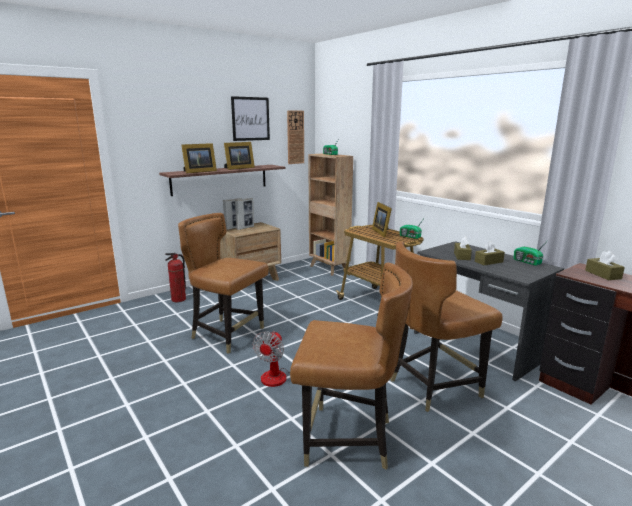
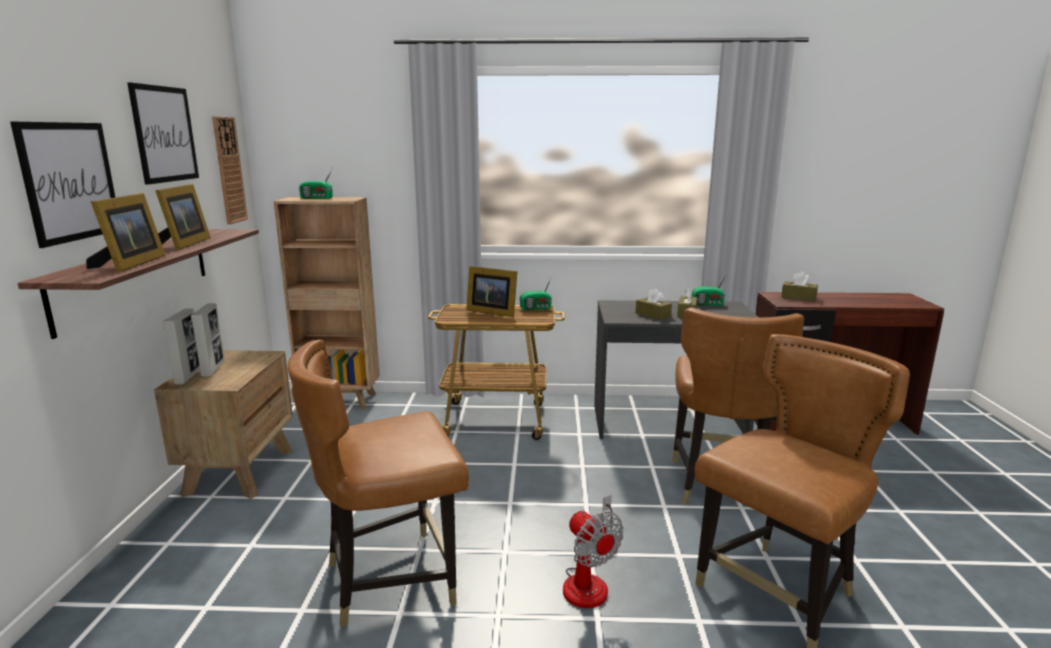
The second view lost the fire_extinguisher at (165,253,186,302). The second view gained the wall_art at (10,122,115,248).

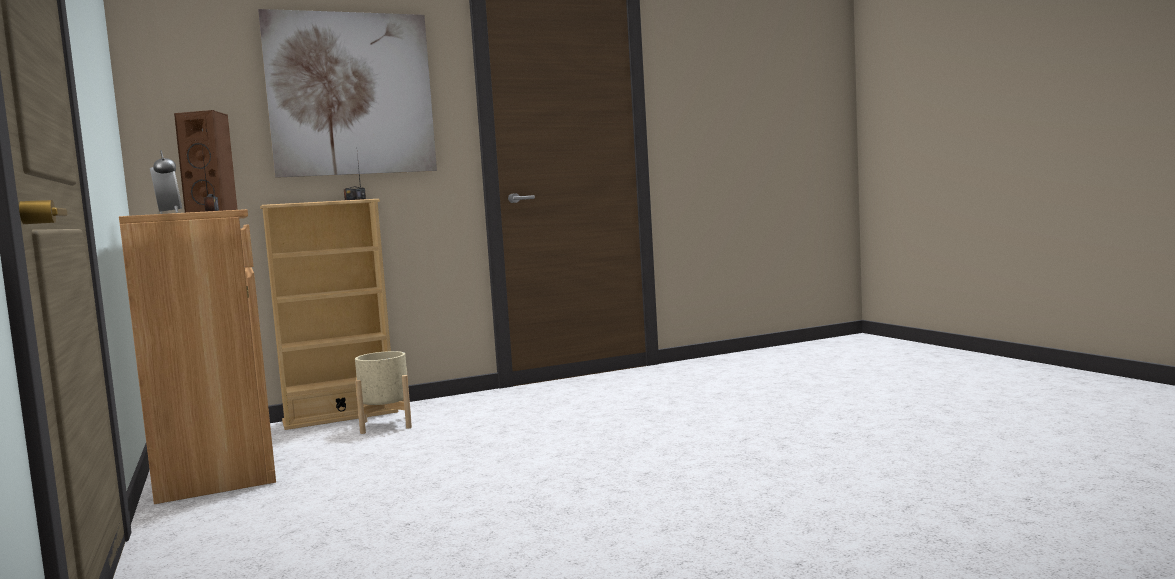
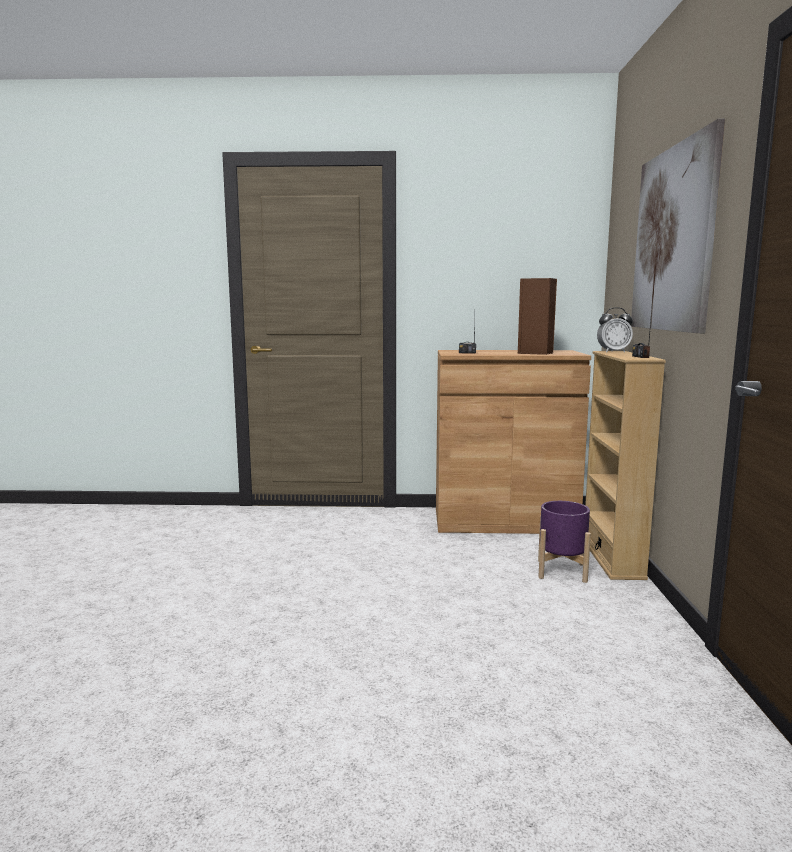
The table_clock ended up elsewhere, having gone from (150,150,182,214) to (597,307,633,352). What was the beige-coloured_flower_pot at (355,351,412,434) turned into the purple-coloured_flower_pot at (538,501,591,583).

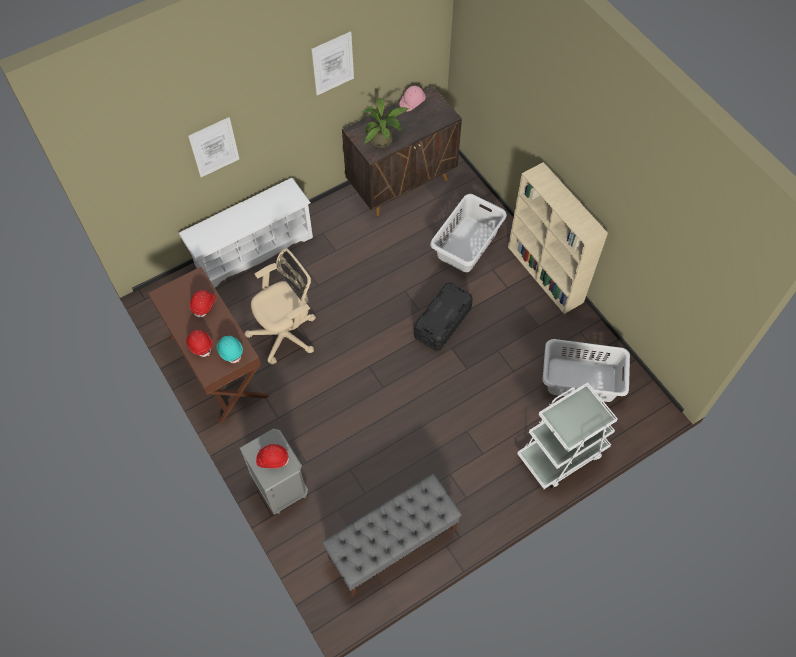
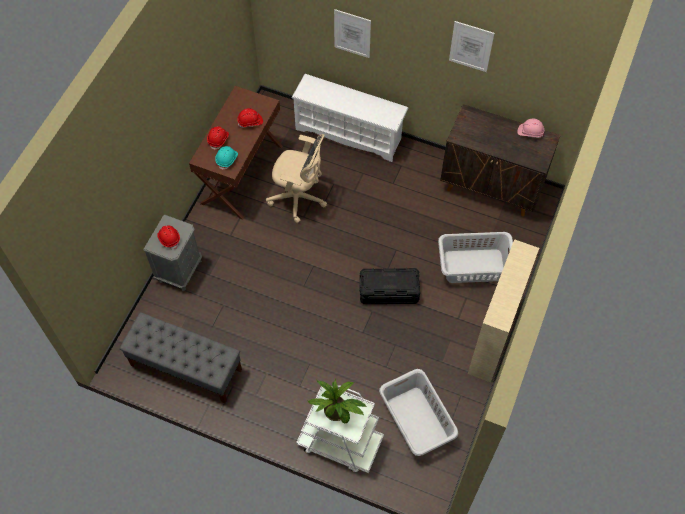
The plant_in_a_pot ended up elsewhere, having gone from (363,98,409,148) to (308,379,366,423).

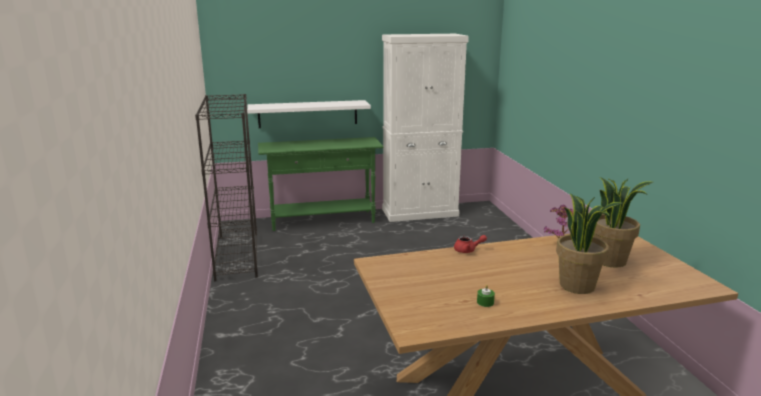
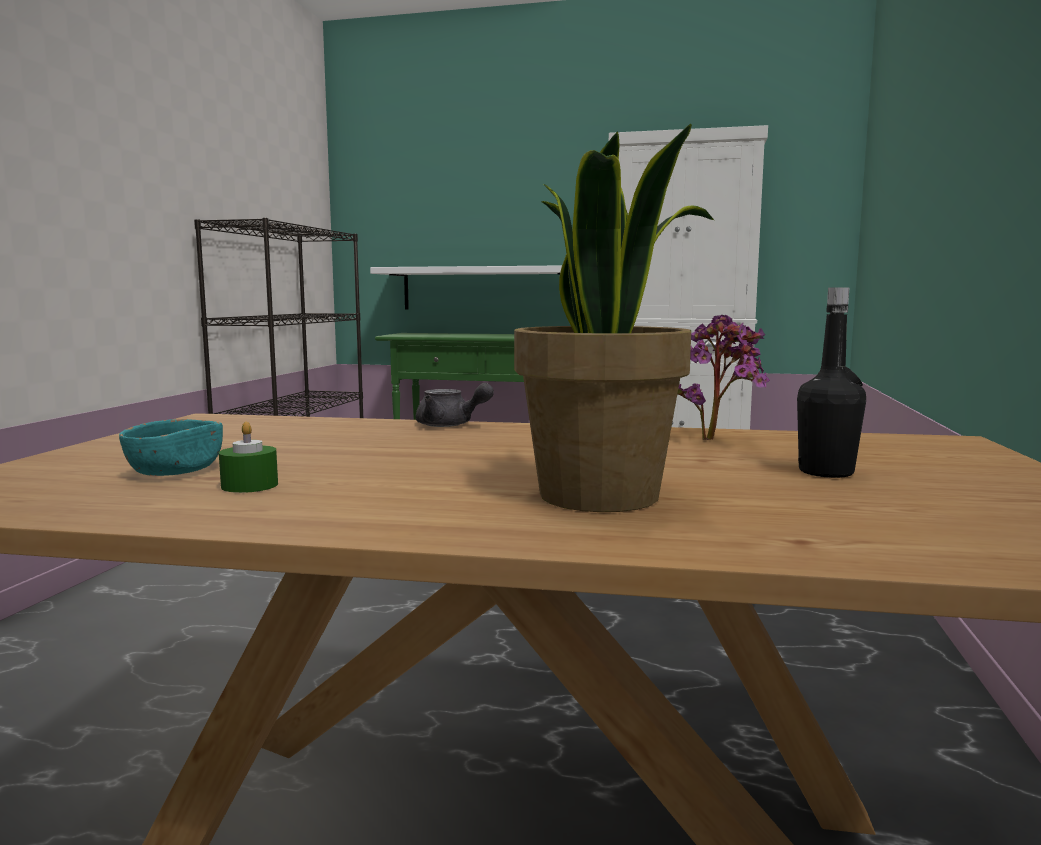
Where the plant_in_a_pot stood at (593,177,653,268), the black-coloured_beverage_bottle came to stand at (797,287,866,478). What was the reddish_pot_for_tea at (454,235,487,253) turned into the greyish_pot_for_tea at (416,383,494,427). The second view gained the turquoise_deep_dish at (119,419,223,476).

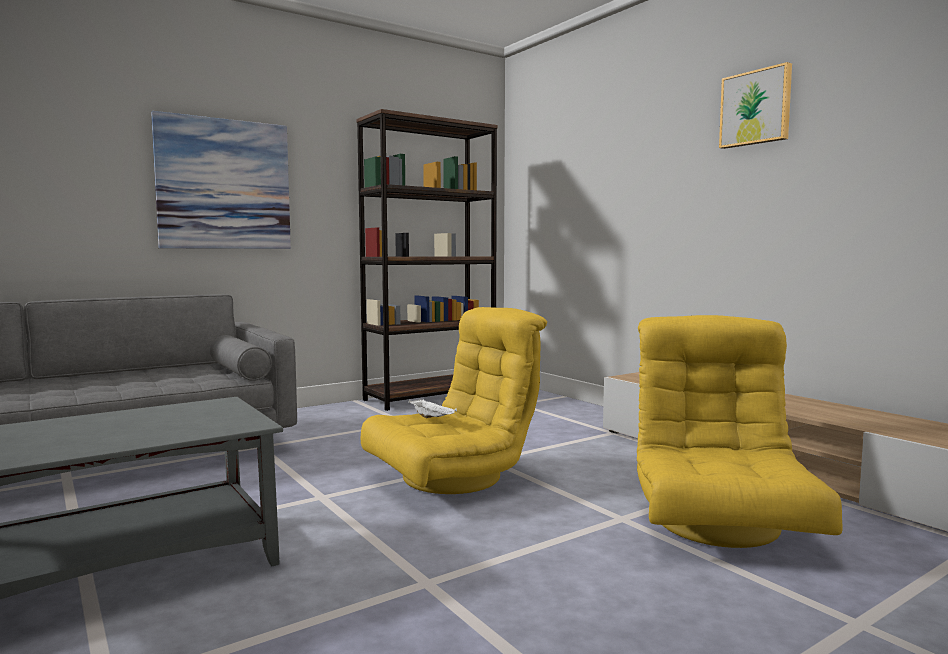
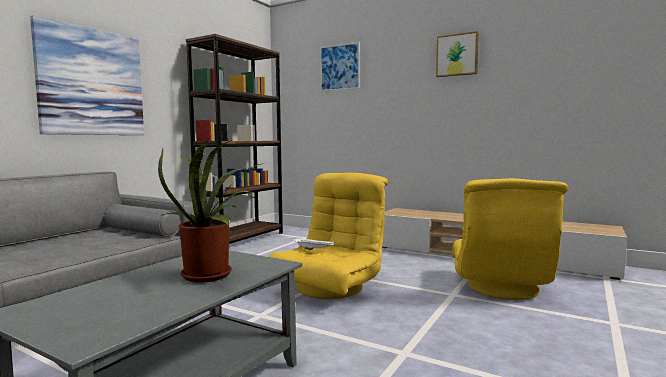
The yellow_lounge_chair at (637,315,843,548) ended up facing another way, 150 degrees counterclockwise from before. The second view gained the wall_art at (320,42,360,92). The second view gained the plant_in_a_pot at (158,140,264,283).

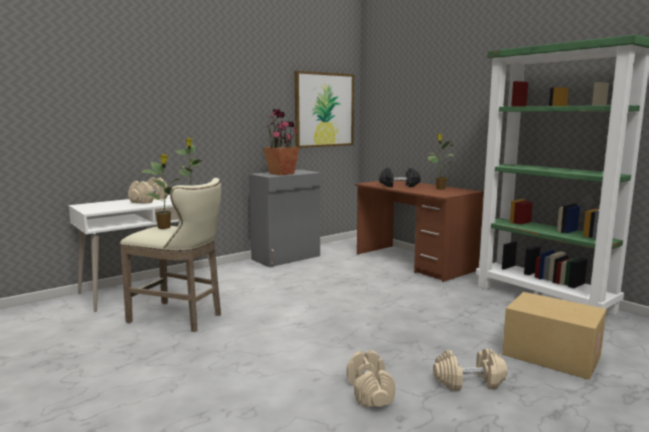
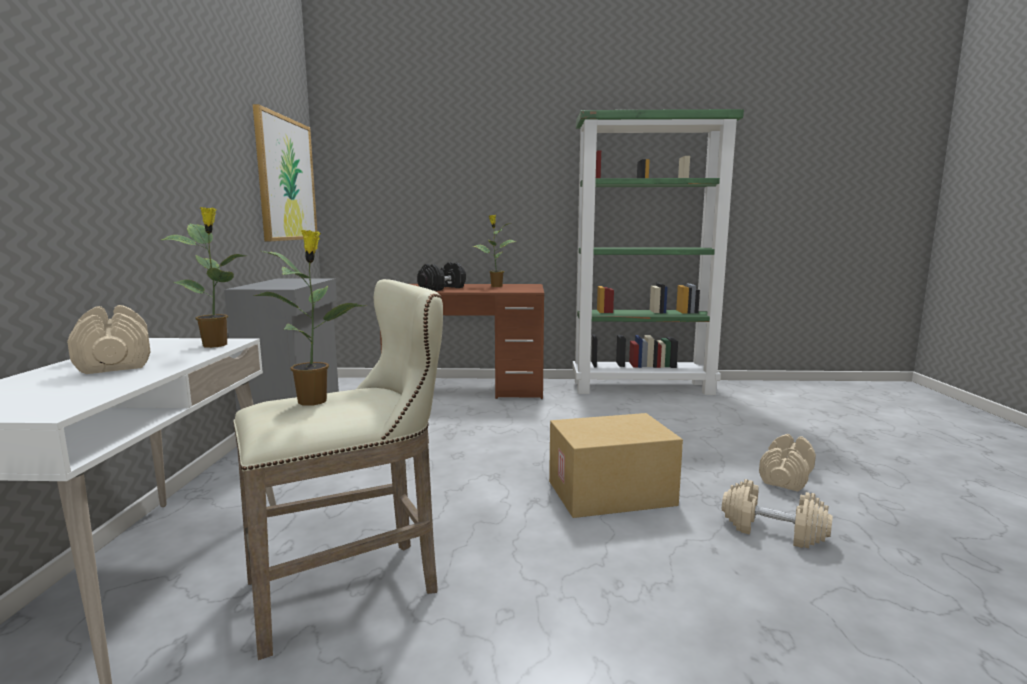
The second view lost the plant_in_a_pot at (263,109,300,175). The cardboard_box ended up elsewhere, having gone from (502,292,606,380) to (549,413,683,518).

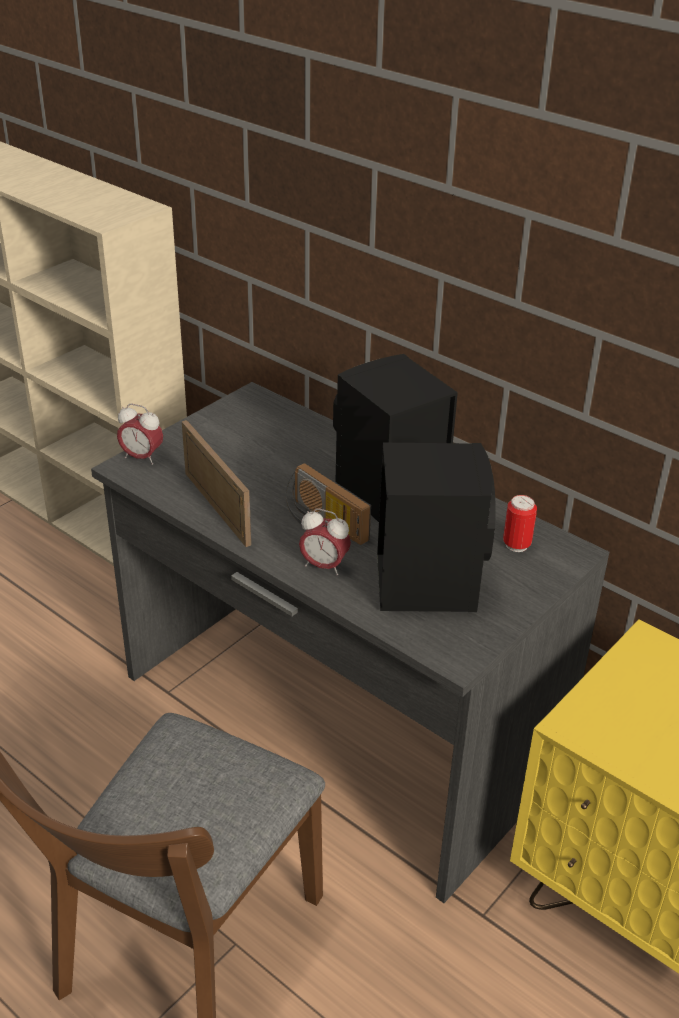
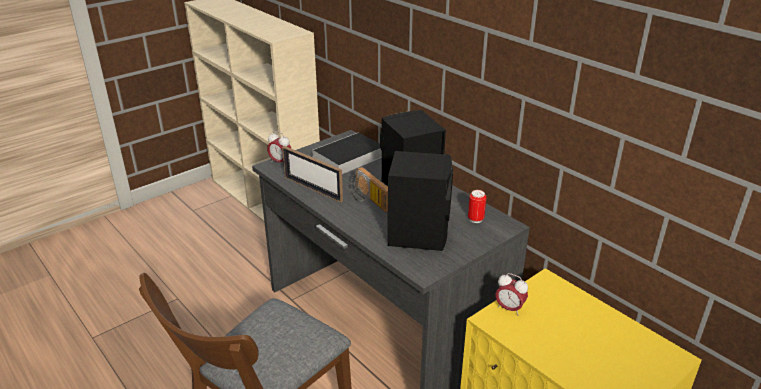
The standing_frame at (182,420,251,547) ended up facing another way, 150 degrees clockwise from before. The table_clock ended up elsewhere, having gone from (299,508,351,575) to (495,273,528,316). The second view gained the book at (312,132,382,174).

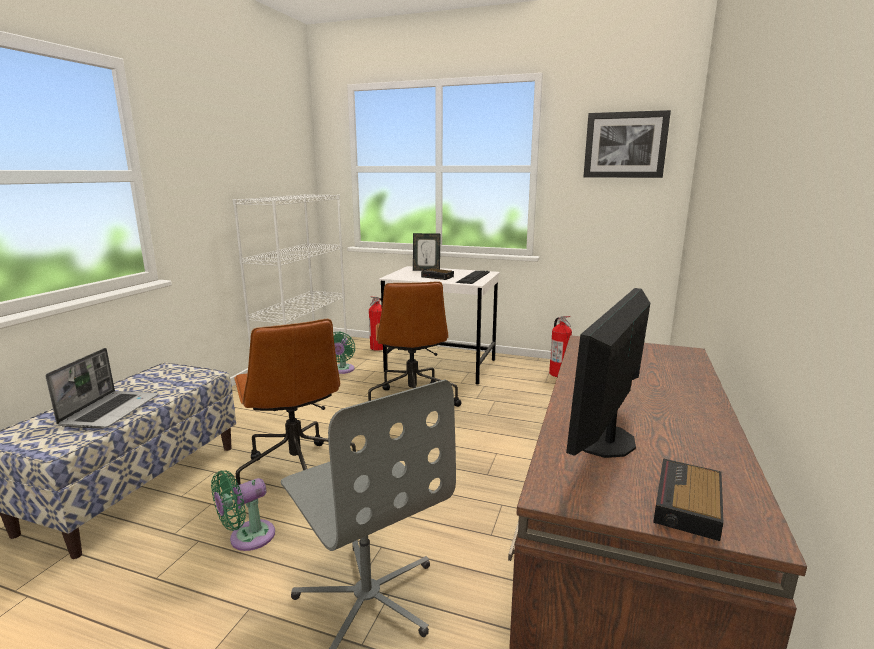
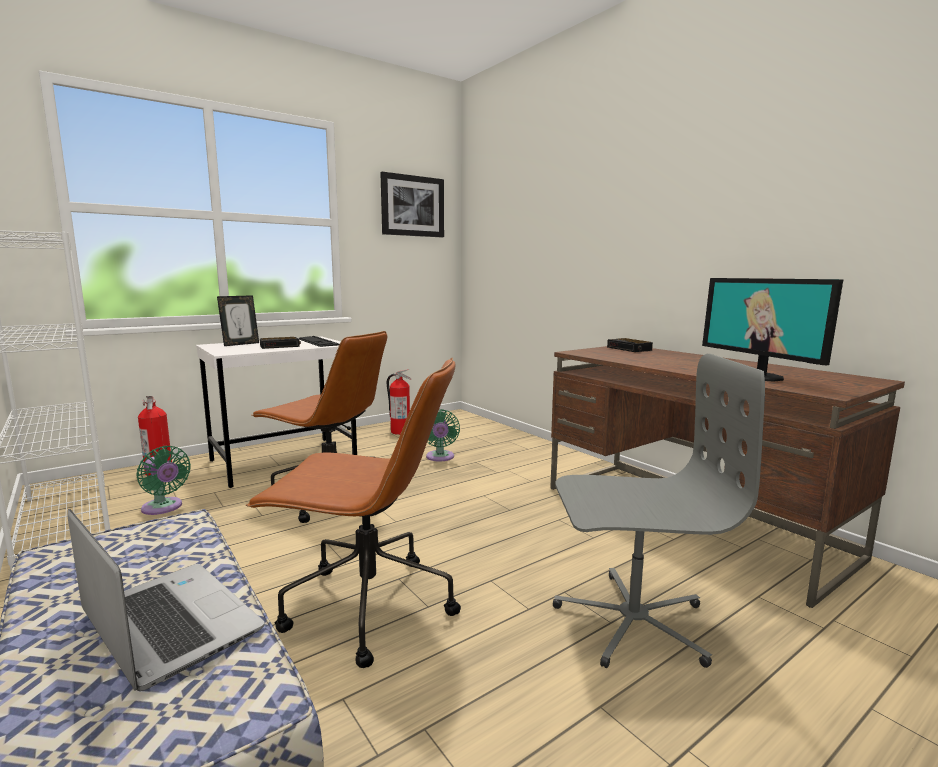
The table_clock ended up elsewhere, having gone from (653,458,724,541) to (607,338,653,352). The green-coloured_cooling_fan ended up elsewhere, having gone from (211,471,275,551) to (426,409,460,461).

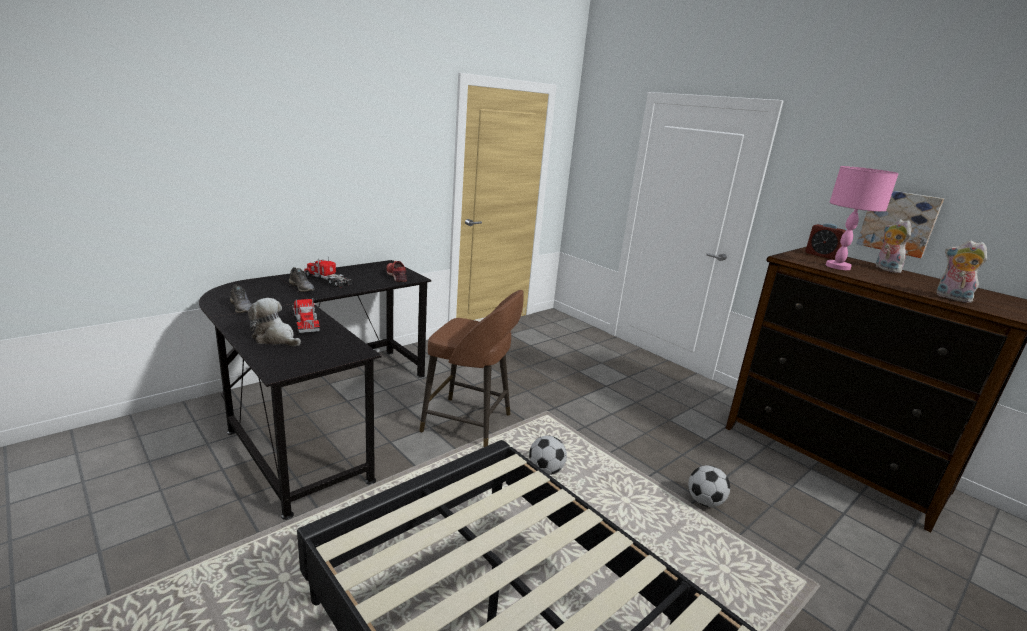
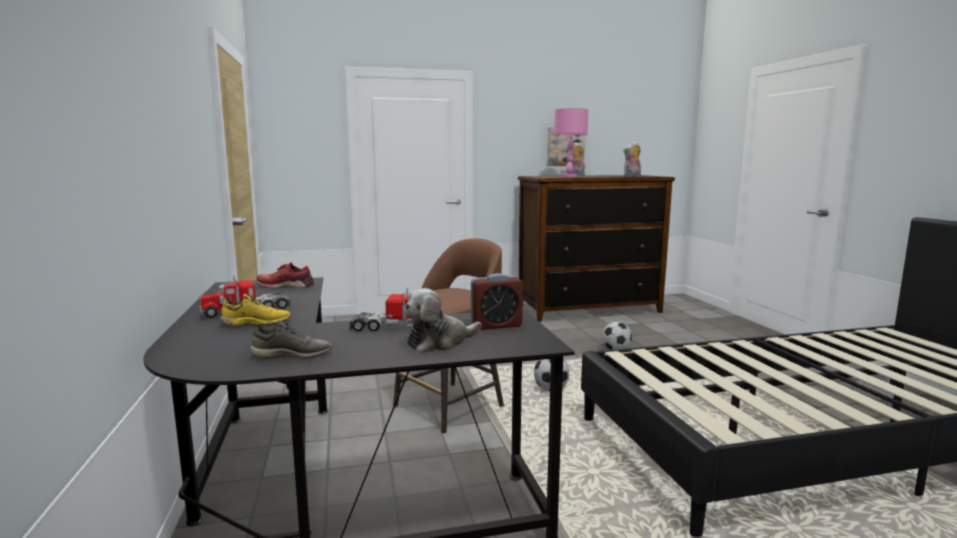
The table_clock ended up elsewhere, having gone from (805,223,846,260) to (471,273,523,330). What was the greyish_item_of_footwear at (289,267,315,292) turned into the yellow_item_of_footwear at (220,294,291,326).

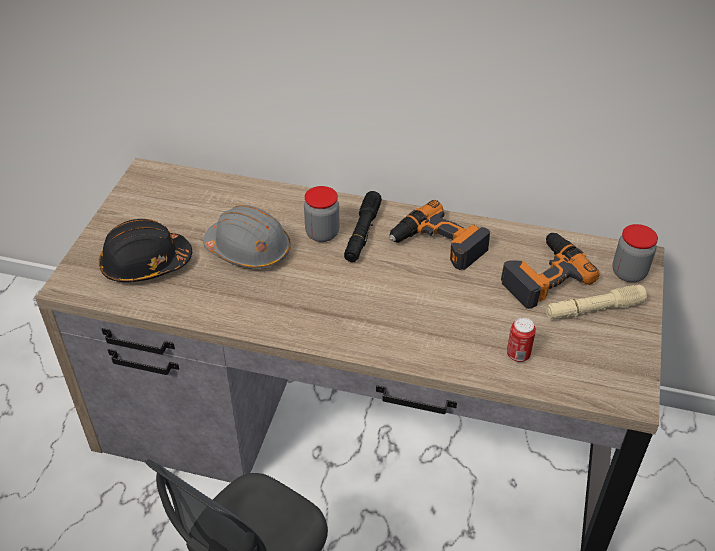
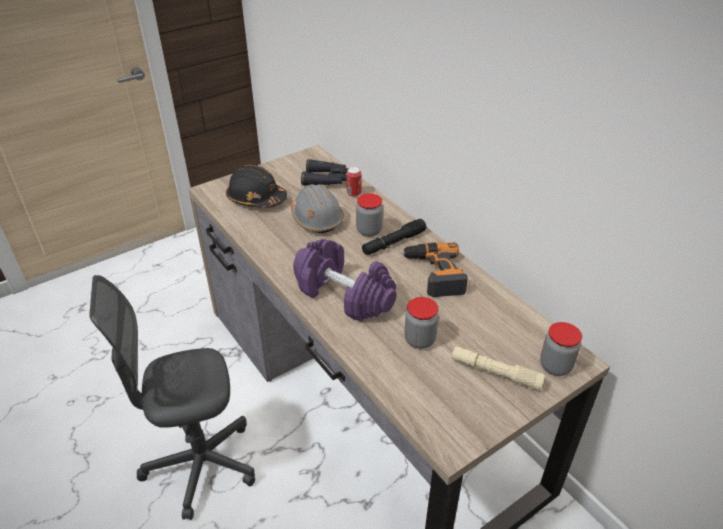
The second view lost the power_drill at (501,233,600,309). The sealed_can ended up elsewhere, having gone from (507,318,536,362) to (346,167,361,197). The second view gained the black-coloured_field_glasses at (301,159,348,186). The second view gained the purple-coloured_hand_weight at (293,239,397,322). The second view gained the jar at (405,297,439,349).

